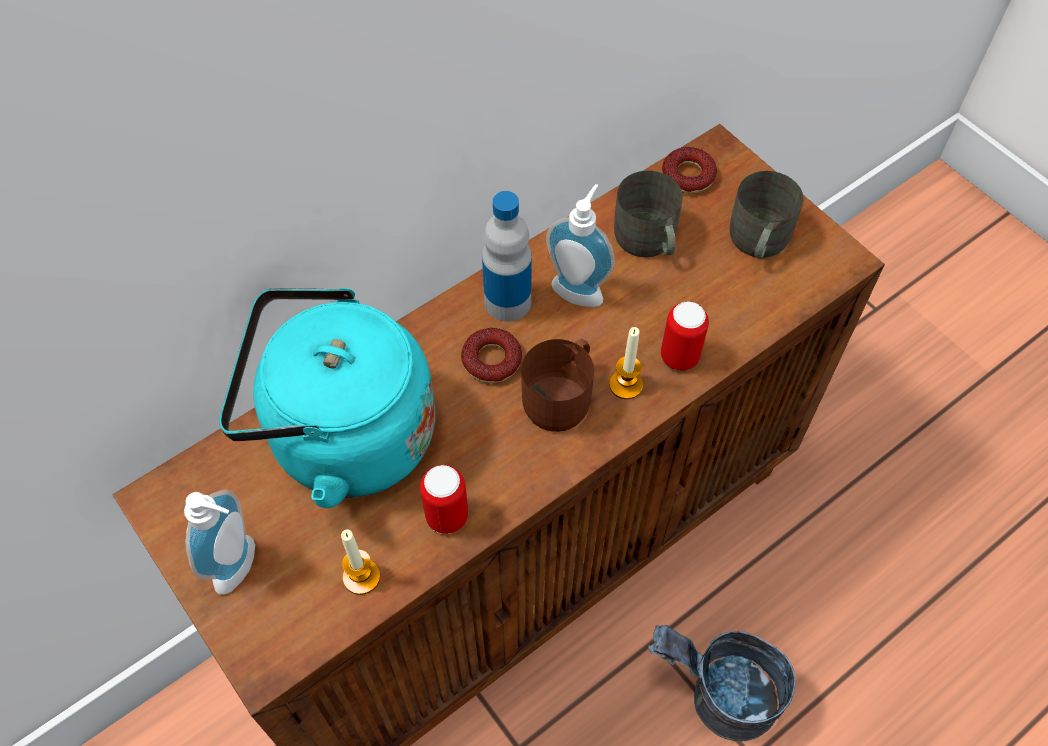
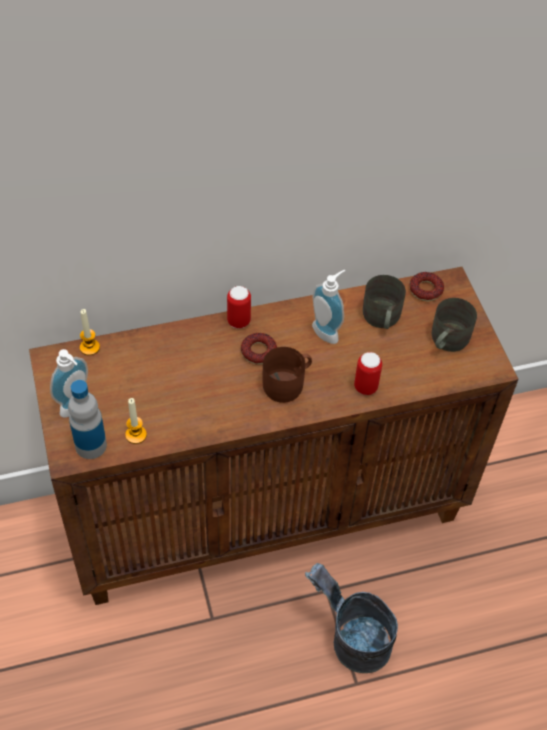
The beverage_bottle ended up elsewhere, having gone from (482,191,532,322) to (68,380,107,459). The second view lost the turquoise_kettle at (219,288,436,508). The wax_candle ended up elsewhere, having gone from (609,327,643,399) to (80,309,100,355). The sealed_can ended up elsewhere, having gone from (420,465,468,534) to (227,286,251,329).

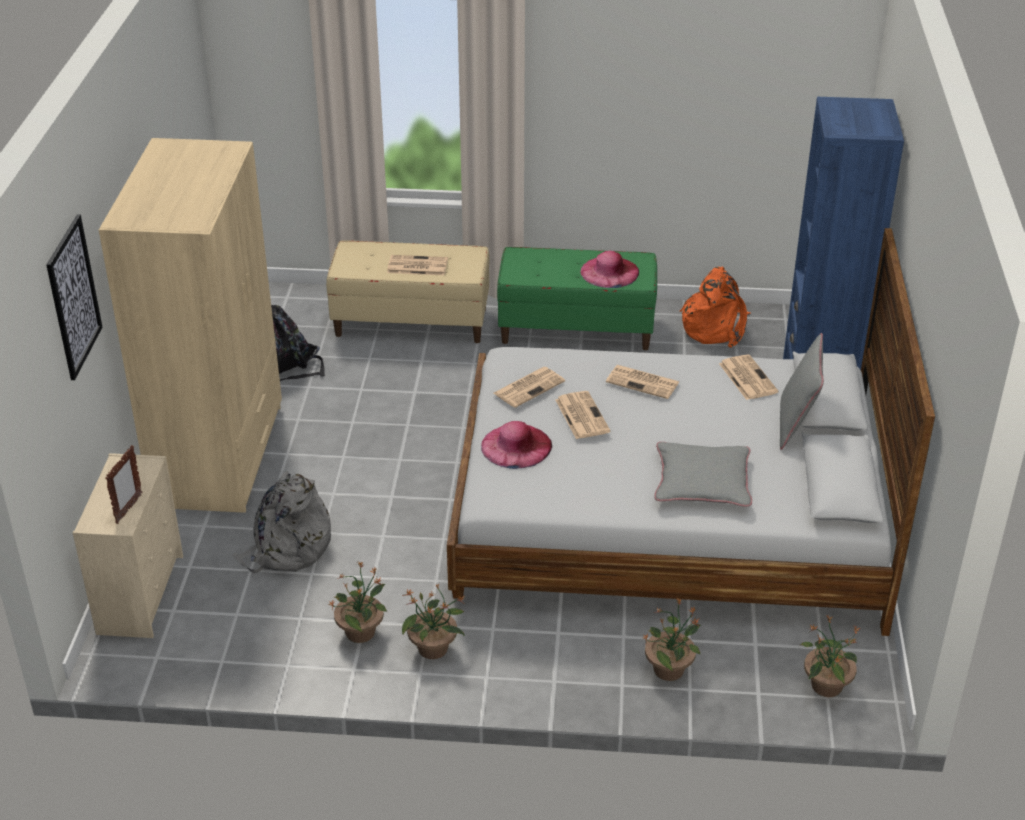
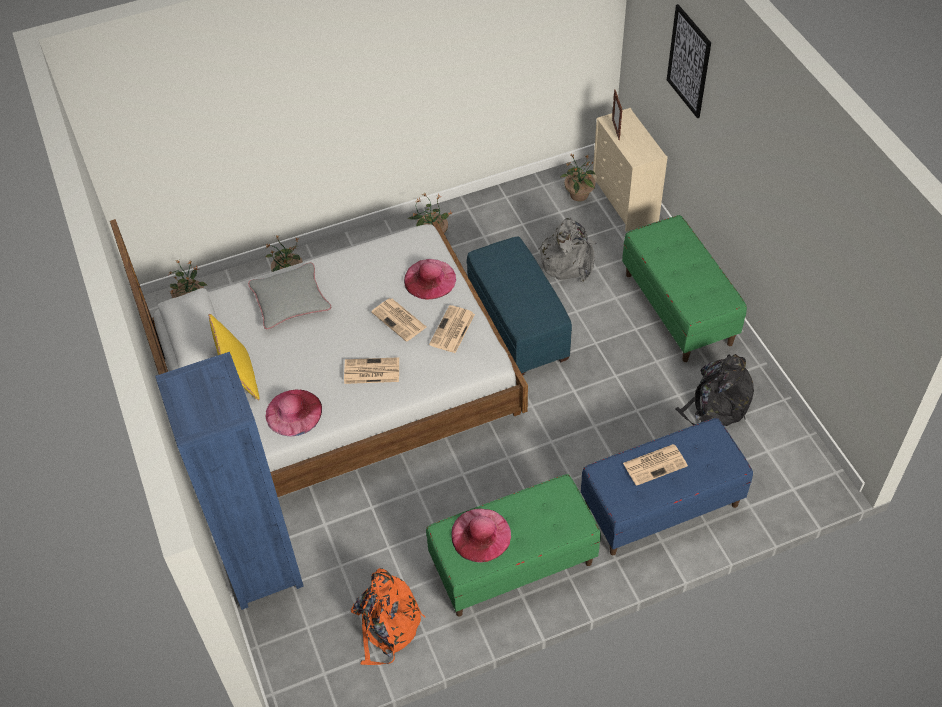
Where the beige-coloured_clothes_cupboard stood at (99,138,282,513), the green-coloured_long_seat came to stand at (622,215,747,362). What was the beige-coloured_long_seat at (326,241,490,343) turned into the blue_long_seat at (581,418,753,555). What was the greyish_cushion at (780,333,824,450) turned into the yellow_cushion at (208,314,260,401). Where the newspaper stood at (719,355,778,400), the pinkish_clothing_hat came to stand at (266,390,322,436). The plant_in_a_pot ended up elsewhere, having gone from (329,562,387,643) to (560,153,596,201). The second view gained the blue_ottoman at (466,237,572,375).

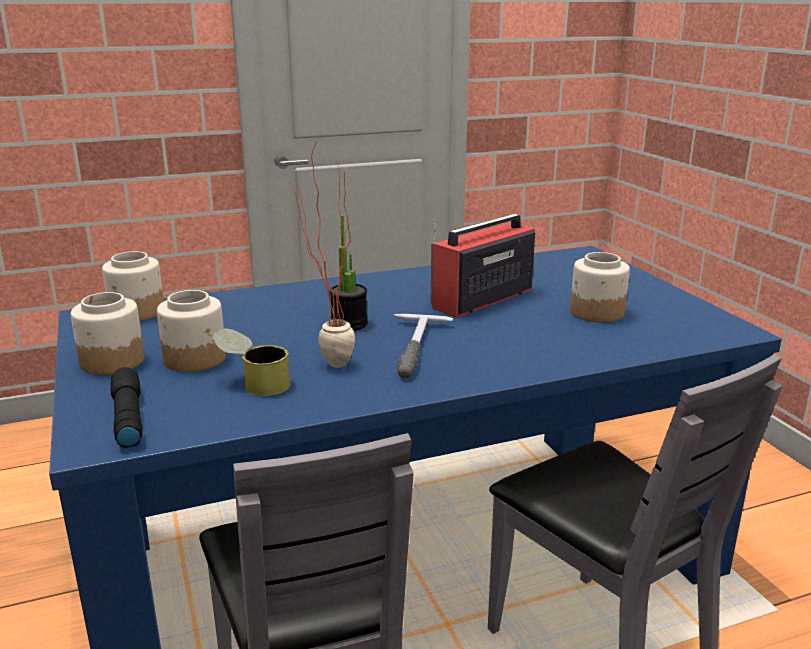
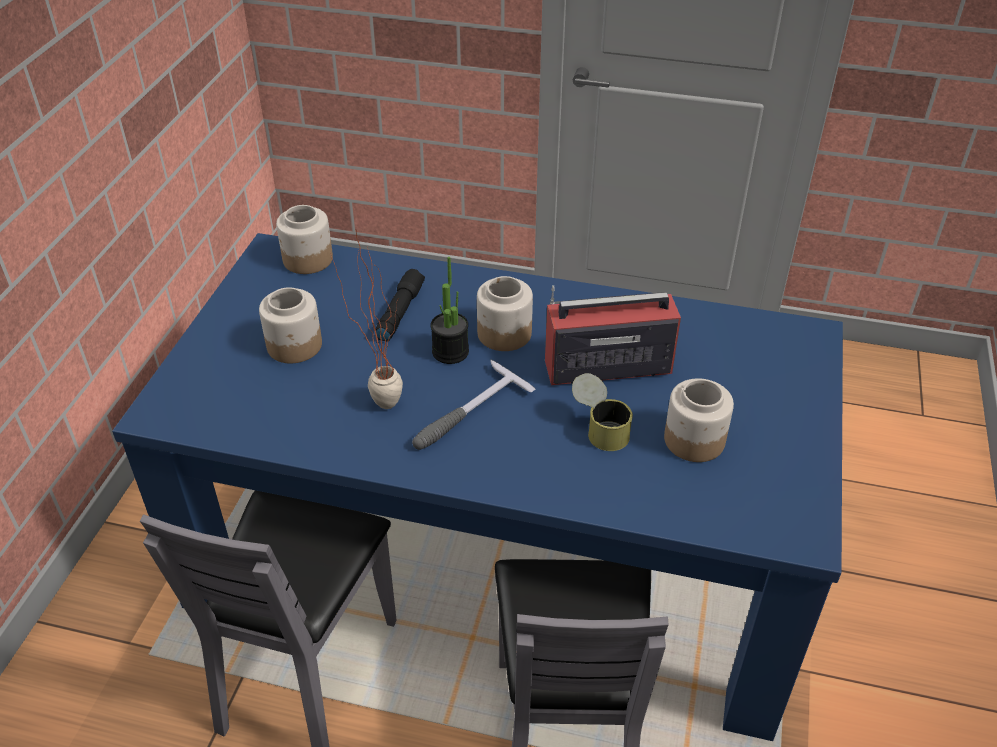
The jar ended up elsewhere, having gone from (71,292,144,375) to (477,276,533,351). The sealed_can ended up elsewhere, having gone from (213,328,290,396) to (572,373,633,451). The black-coloured_torch ended up elsewhere, having gone from (110,367,142,448) to (375,269,425,341).

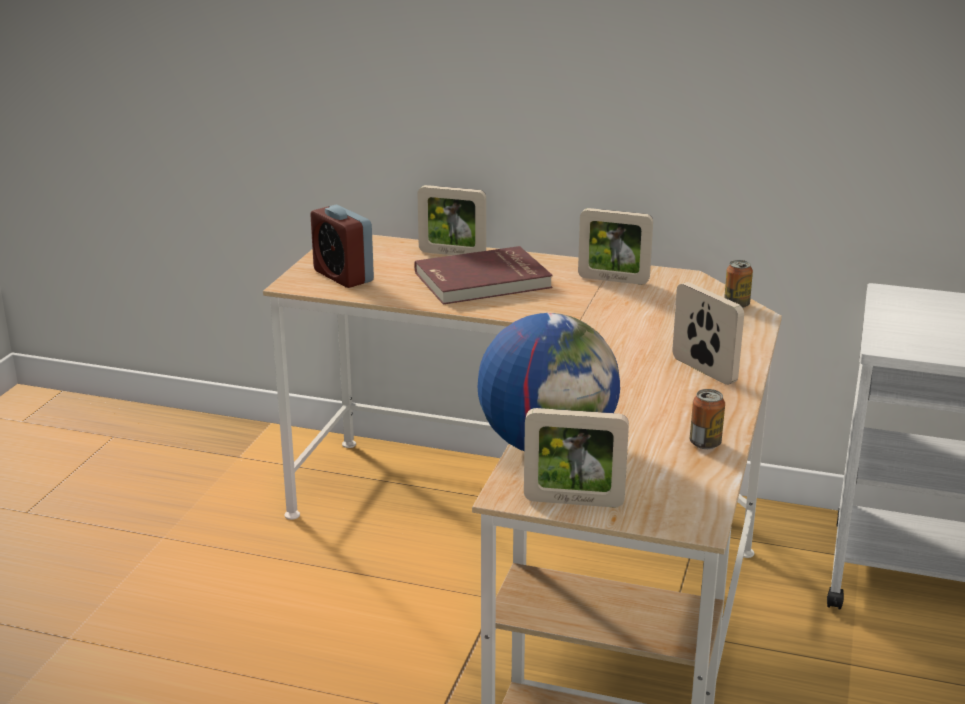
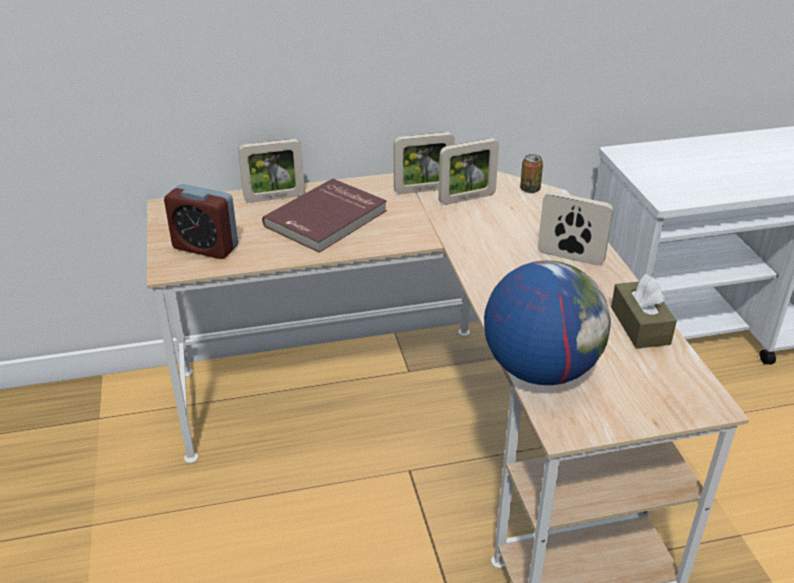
Where the sealed_can stood at (690,389,725,449), the brownish_tissue_holder came to stand at (611,274,677,348). The standing_frame ended up elsewhere, having gone from (524,408,629,507) to (438,138,499,205).

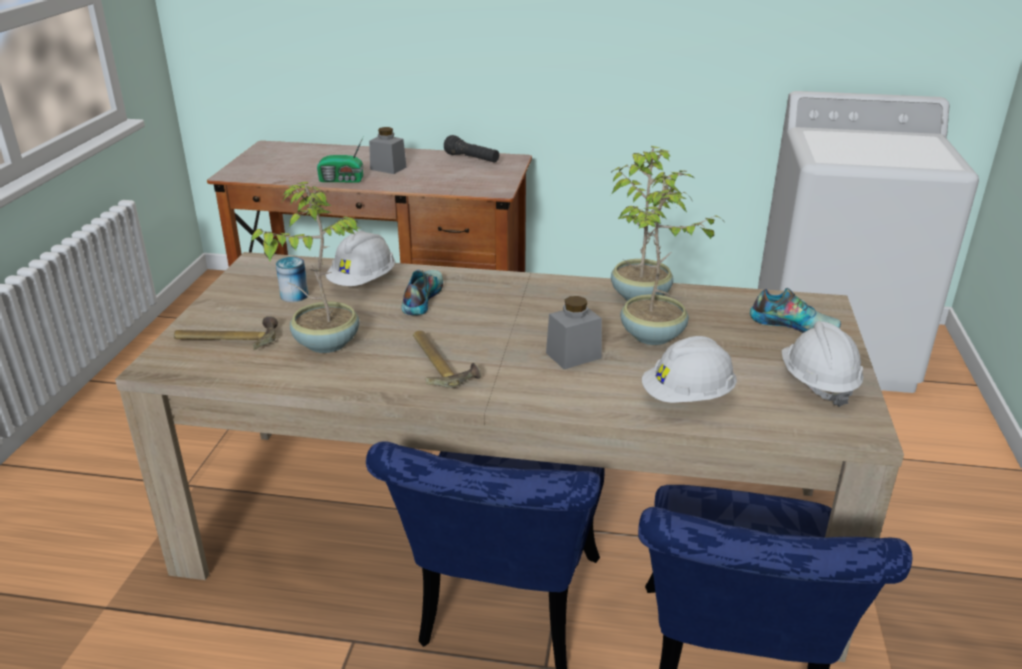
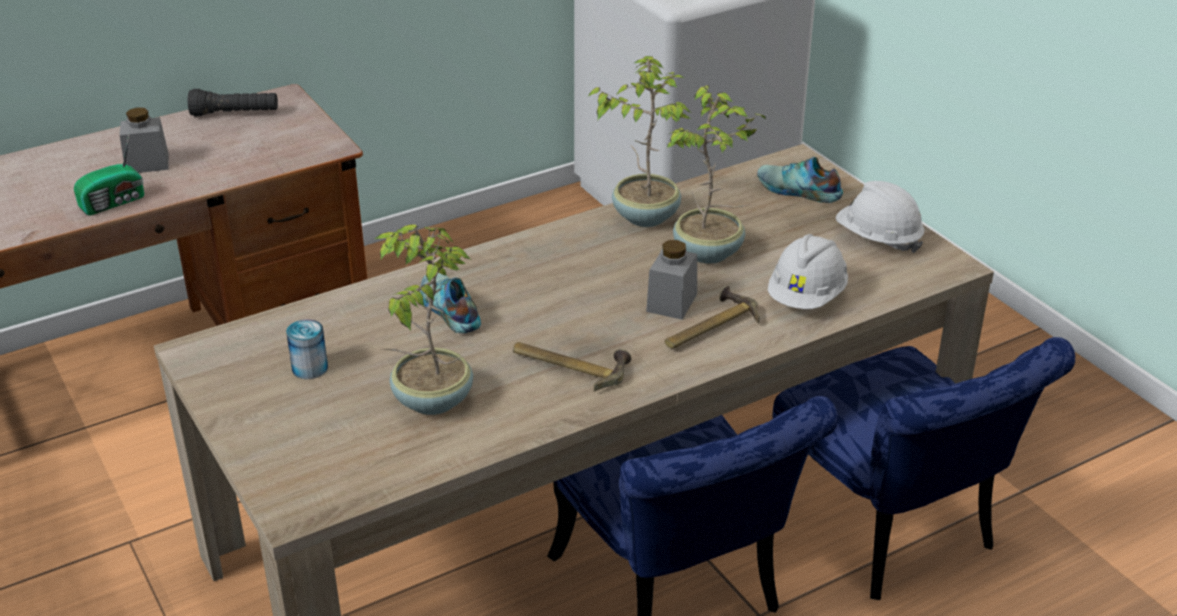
The second view lost the white-coloured_hard_hat at (326,231,395,286). The item_of_footwear at (750,288,841,333) ended up facing another way, 135 degrees counterclockwise from before. The hammer ended up elsewhere, having gone from (174,316,278,350) to (665,286,760,349).

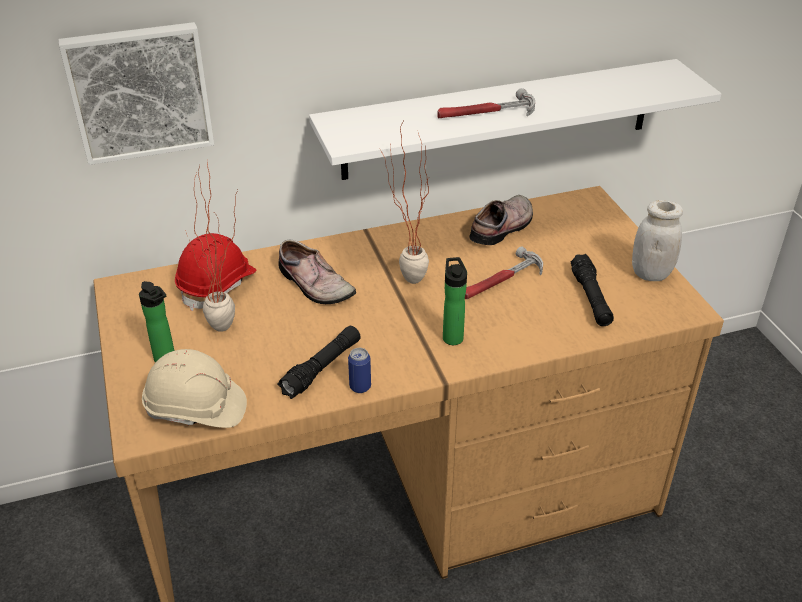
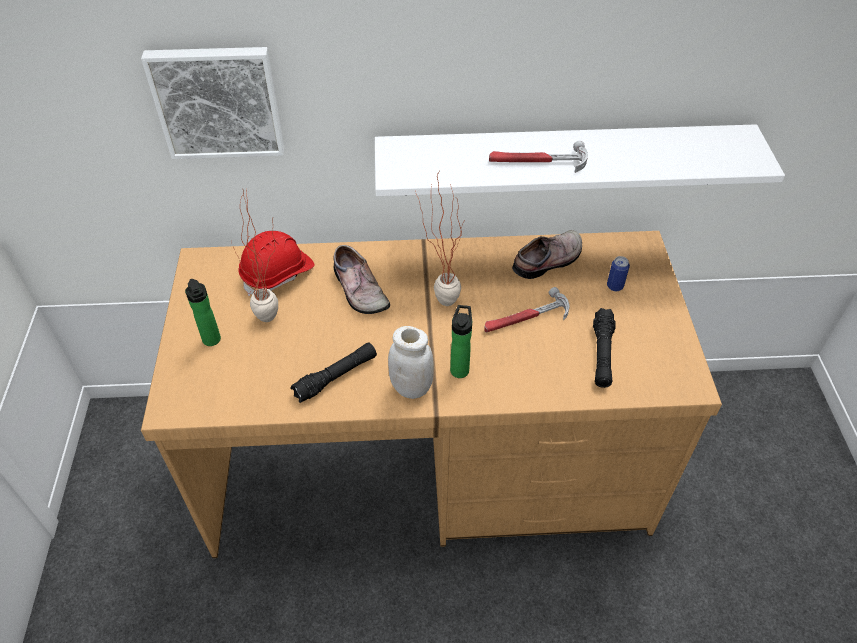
The white-coloured_jar ended up elsewhere, having gone from (632,200,683,281) to (388,326,434,399). The sealed_can ended up elsewhere, having gone from (348,348,371,393) to (607,256,630,291). The second view lost the beige-coloured_hard_hat at (142,349,247,428).

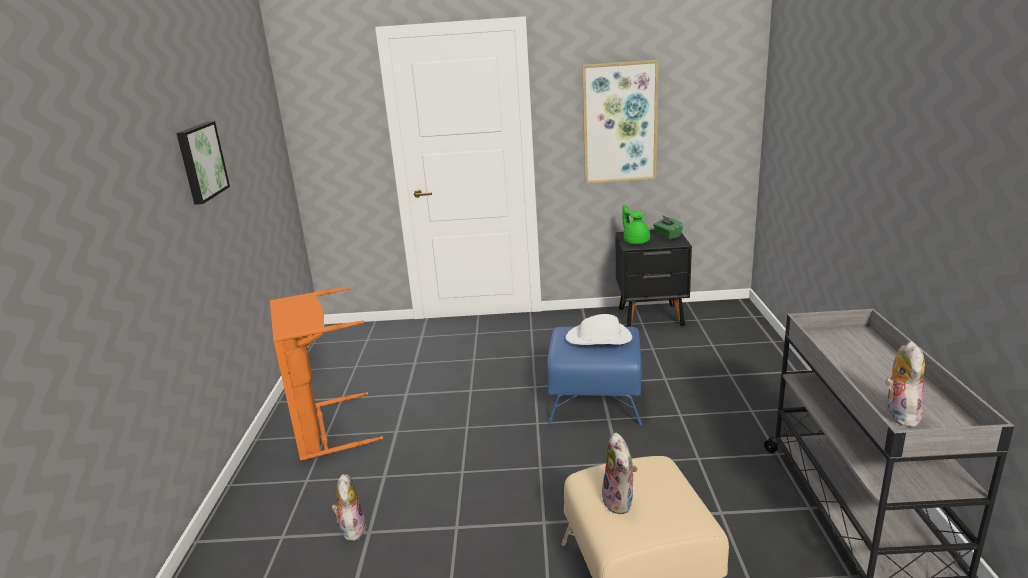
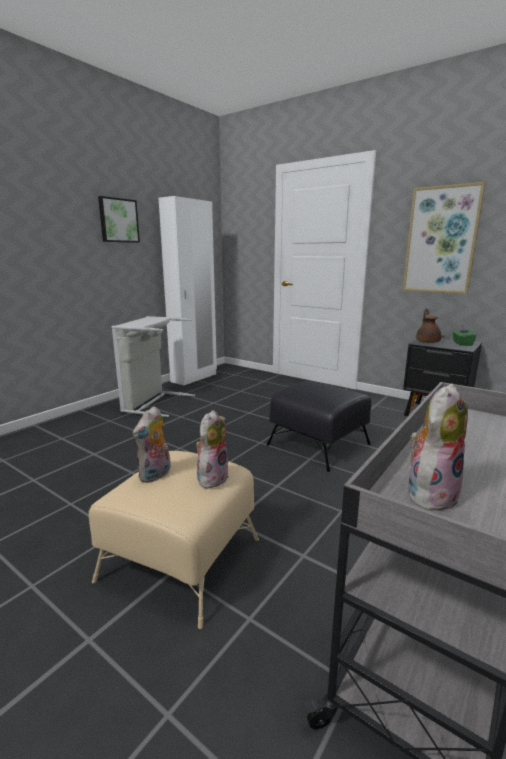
What was the green-coloured_pot_for_tea at (622,204,650,244) turned into the brownish_pot_for_tea at (416,309,441,343). What was the orangey_hamper at (270,287,383,461) turned into the greyish_hamper at (112,316,195,417). The second view lost the white-coloured_clothing_hat at (565,314,632,345). What was the blue_ottoman at (547,327,643,425) turned into the black-coloured_ottoman at (267,381,372,472). The soft_toy ended up elsewhere, having gone from (332,474,366,541) to (196,410,229,488). The second view gained the white-coloured_clothes_cupboard at (159,196,217,385).

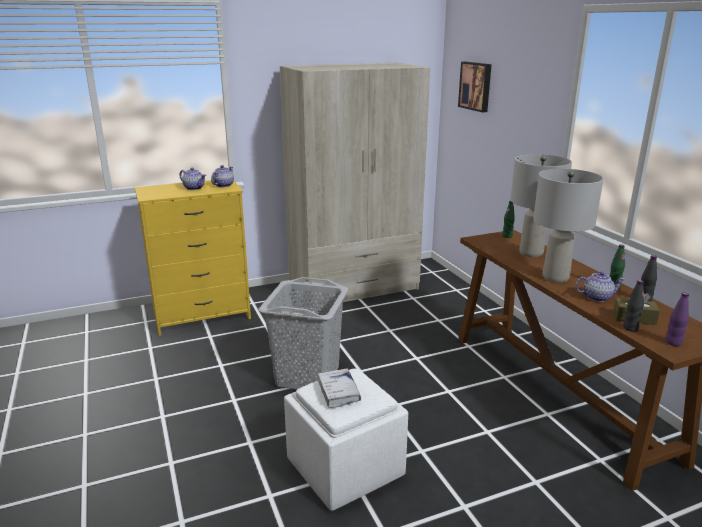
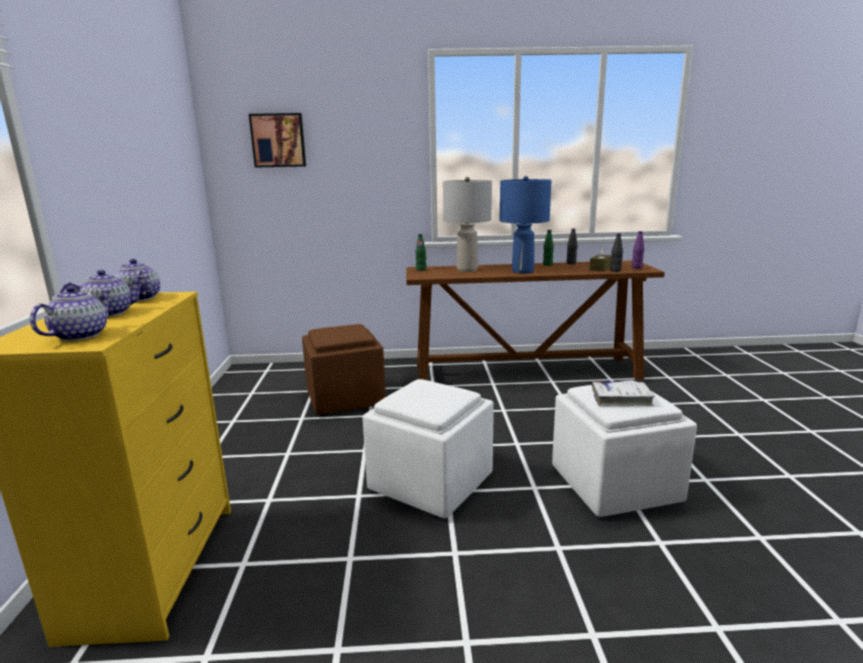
The second view lost the beige-coloured_clothes_cupboard at (280,63,430,308). What was the greyish_tabletop_lamp at (533,169,604,283) turned into the blue_tabletop_lamp at (500,176,551,274). The pot_for_tea ended up elsewhere, having gone from (575,272,625,302) to (30,286,112,341). Where the greyish_hamper stood at (259,277,349,390), the white-coloured_ottoman came to stand at (363,379,494,518). The second view gained the brownish_ottoman at (302,324,386,415).

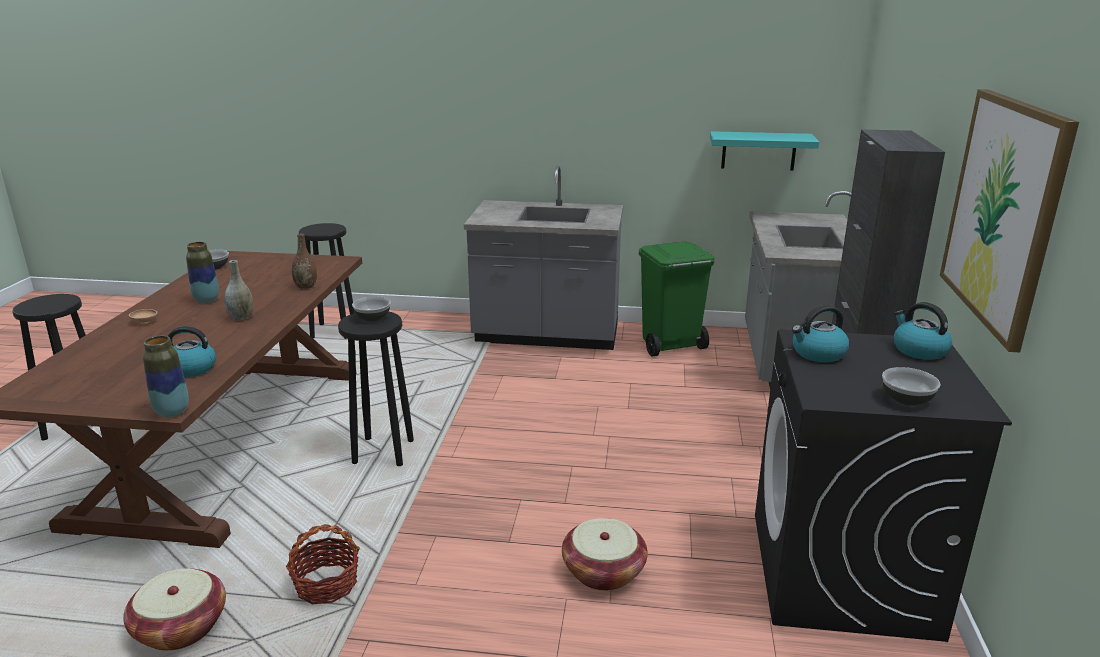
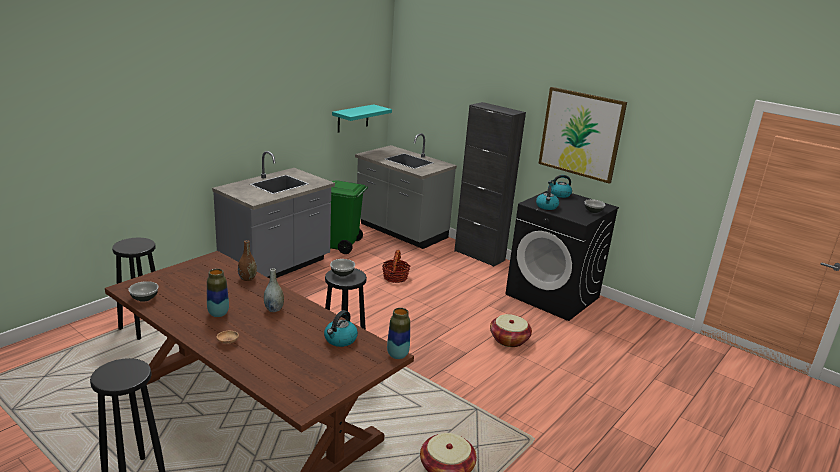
The basket ended up elsewhere, having gone from (286,524,360,604) to (382,250,410,283).

